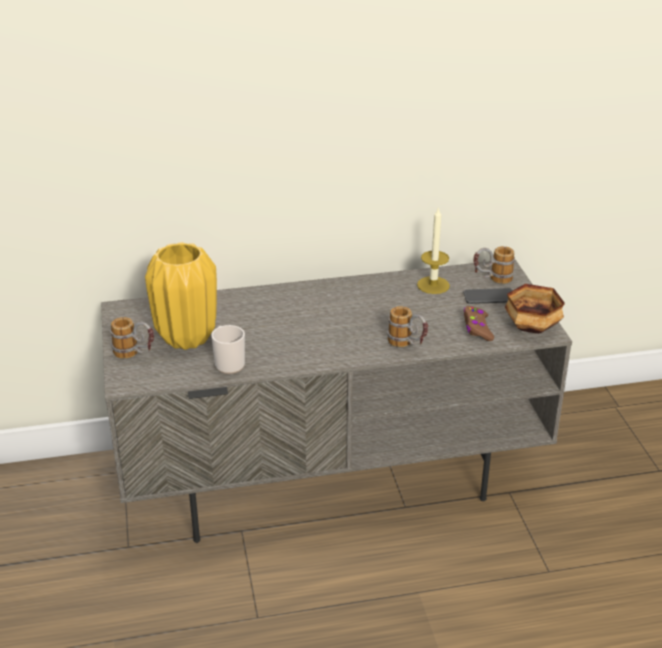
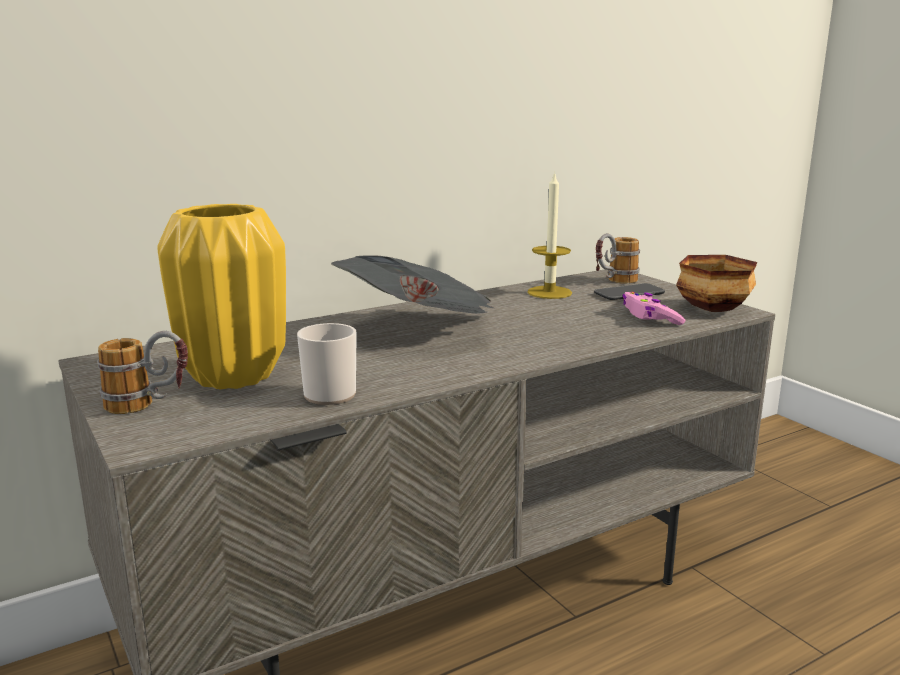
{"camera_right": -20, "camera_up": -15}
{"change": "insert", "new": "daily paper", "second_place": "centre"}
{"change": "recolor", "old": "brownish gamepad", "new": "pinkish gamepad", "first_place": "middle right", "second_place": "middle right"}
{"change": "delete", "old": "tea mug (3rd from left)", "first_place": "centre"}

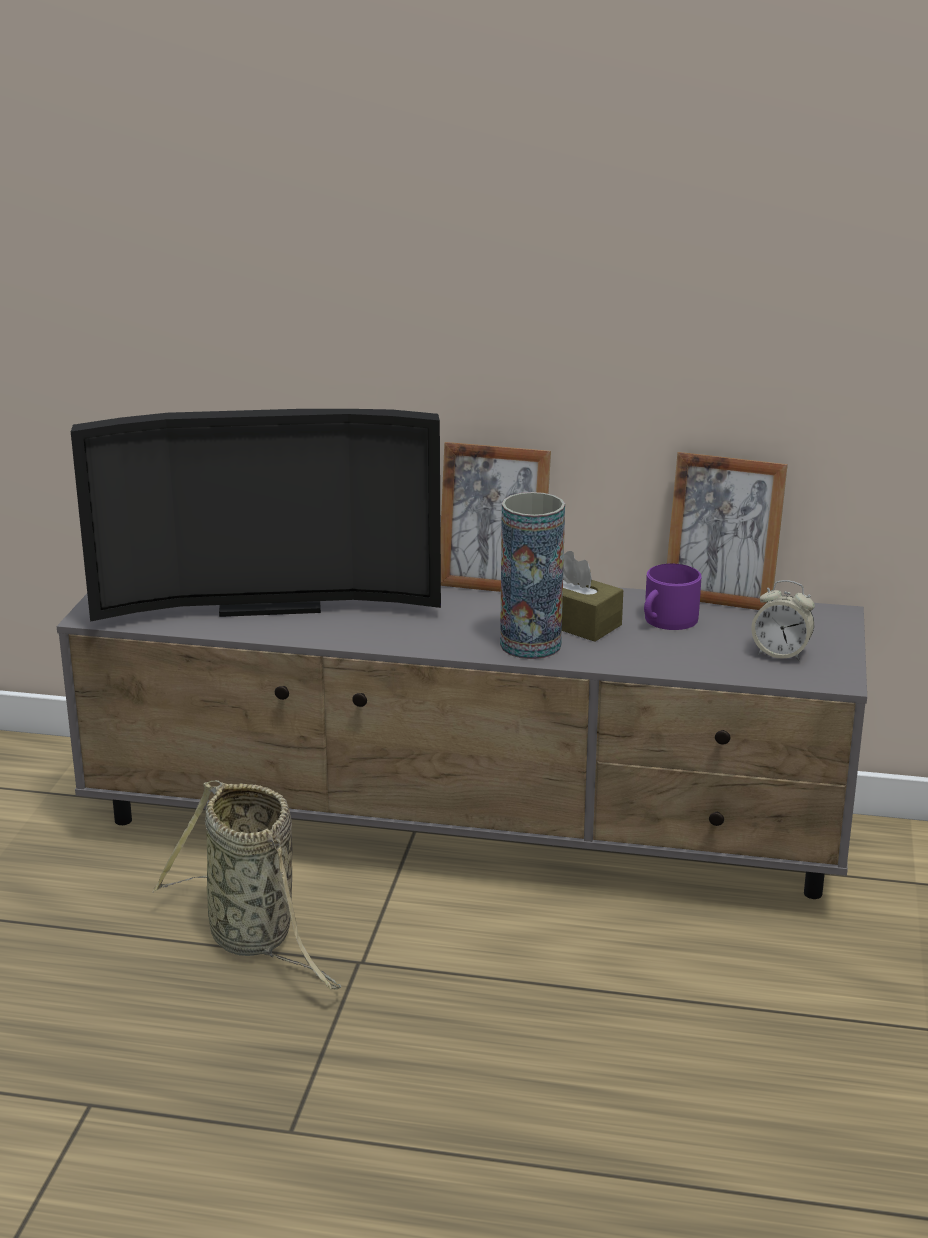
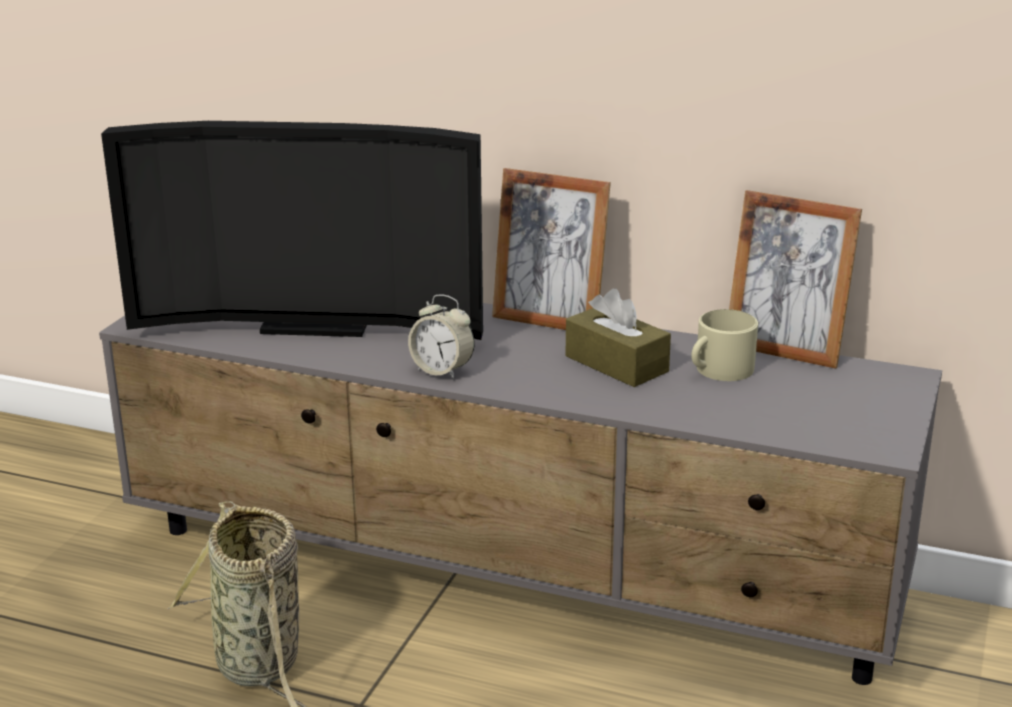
{"camera_right": 10, "camera_up": 0}
{"change": "move", "old": "alarm clock", "first_place": "middle right", "second_place": "centre"}
{"change": "recolor", "old": "purple tea mug", "new": "beige tea mug", "first_place": "middle right", "second_place": "middle right"}
{"change": "delete", "old": "vase", "first_place": "centre"}

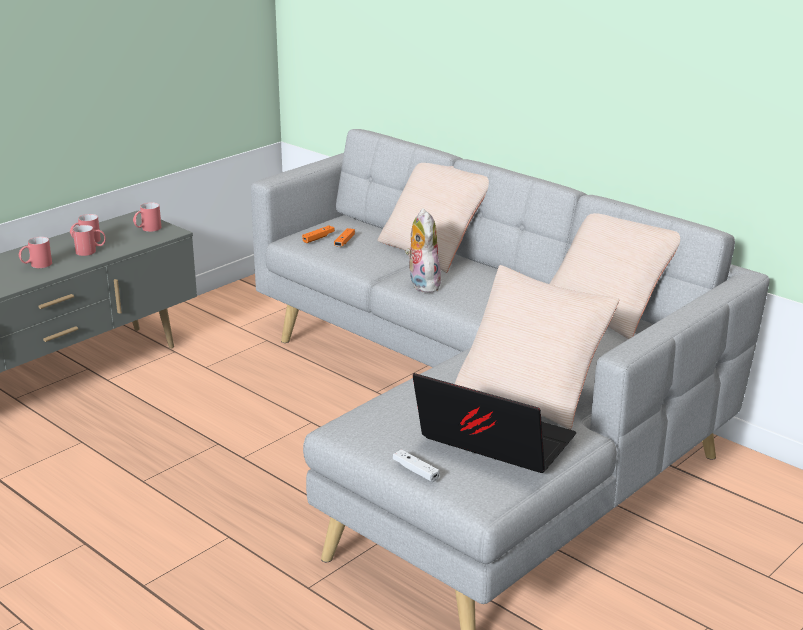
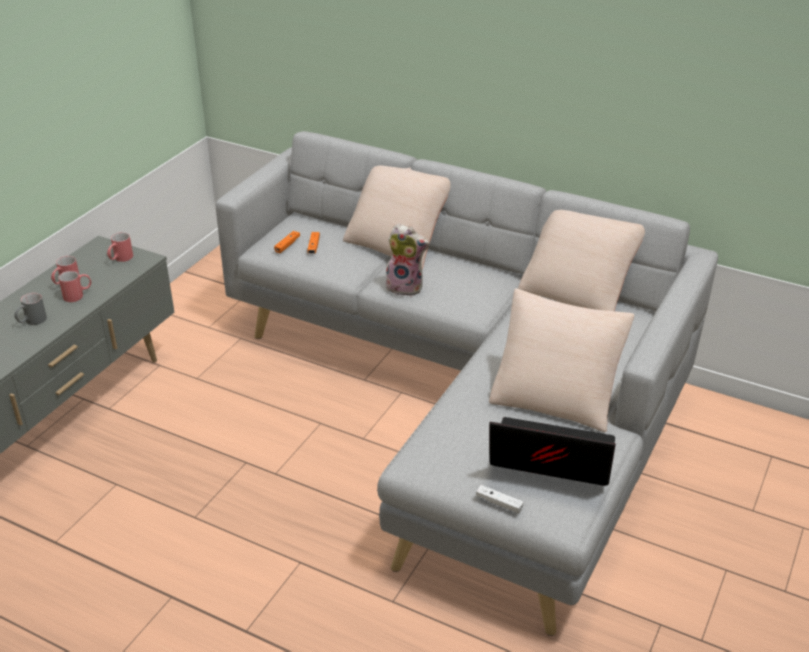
{"camera_right": -15, "camera_up": 10}
{"change": "recolor", "old": "red tea mug (1st from left)", "new": "greyish tea mug", "first_place": "middle left", "second_place": "middle left"}
{"change": "rotate", "old": "soft toy", "first_place": "centre", "second_place": "centre", "degrees": 135}

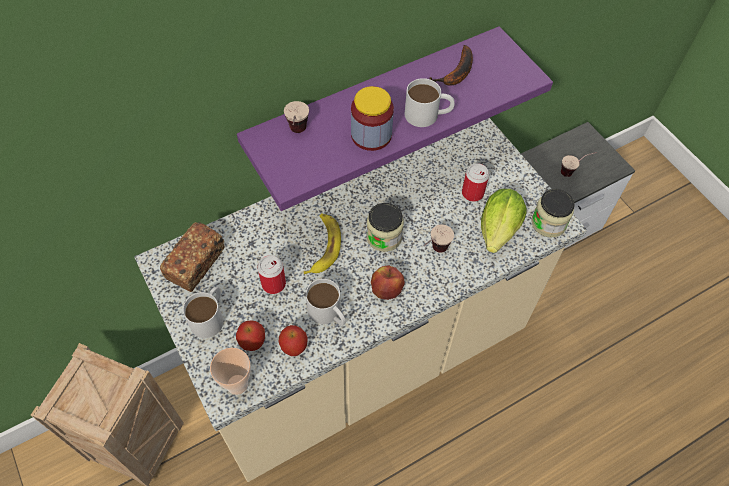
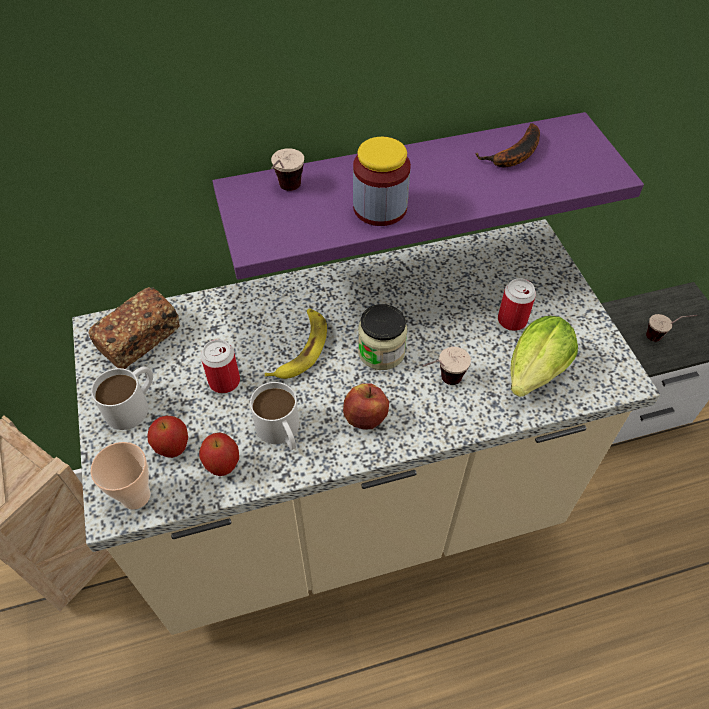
{"camera_right": 15, "camera_up": -5}
{"change": "delete", "old": "white-coloured tea mug (3rd from left)", "first_place": "top centre"}
{"change": "delete", "old": "jar (3rd from left)", "first_place": "middle right"}

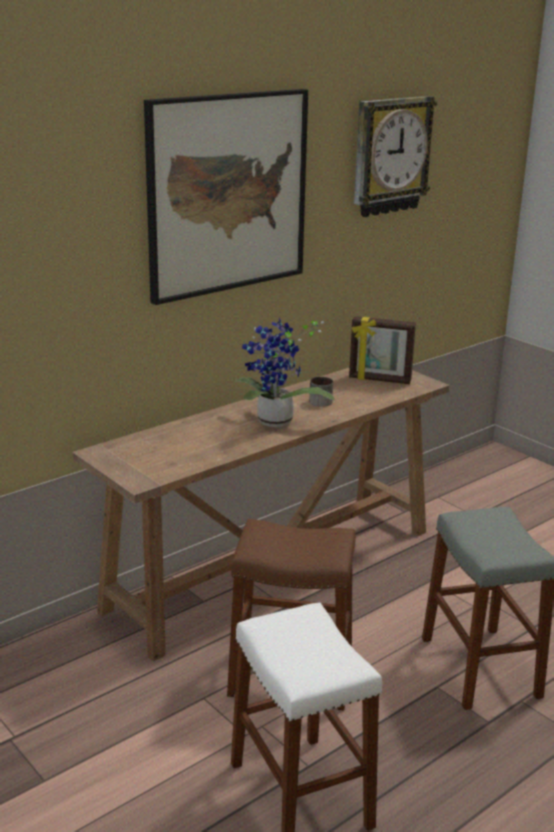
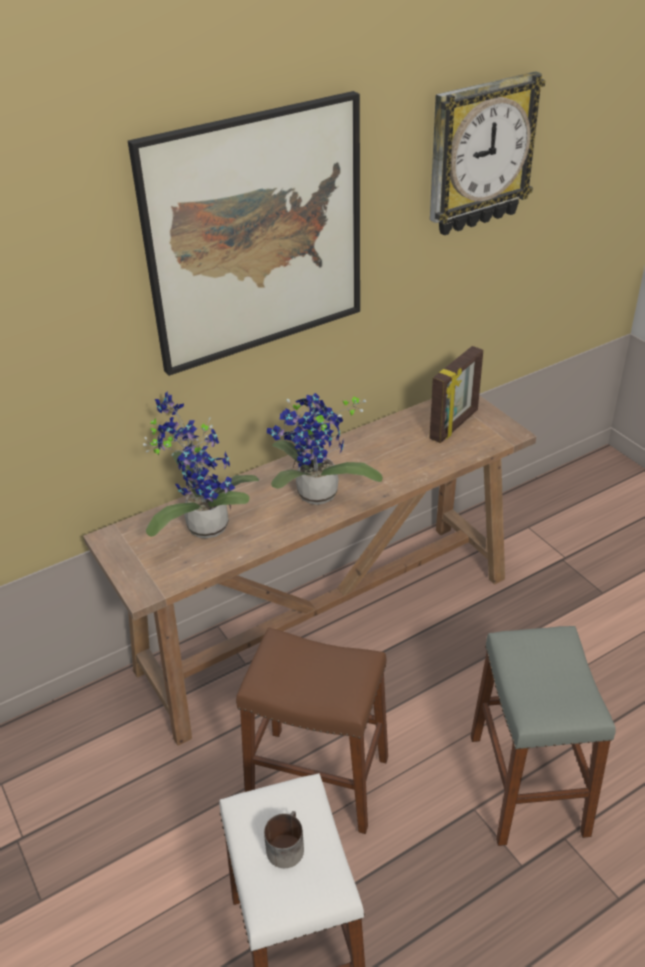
{"camera_right": 10, "camera_up": 15}
{"change": "insert", "new": "potted plant (1st from left)", "second_place": "middle left"}
{"change": "move", "old": "tea mug", "first_place": "centre", "second_place": "bottom centre"}
{"change": "rotate", "old": "standing frame", "first_place": "middle right", "second_place": "middle right", "degrees": -75}

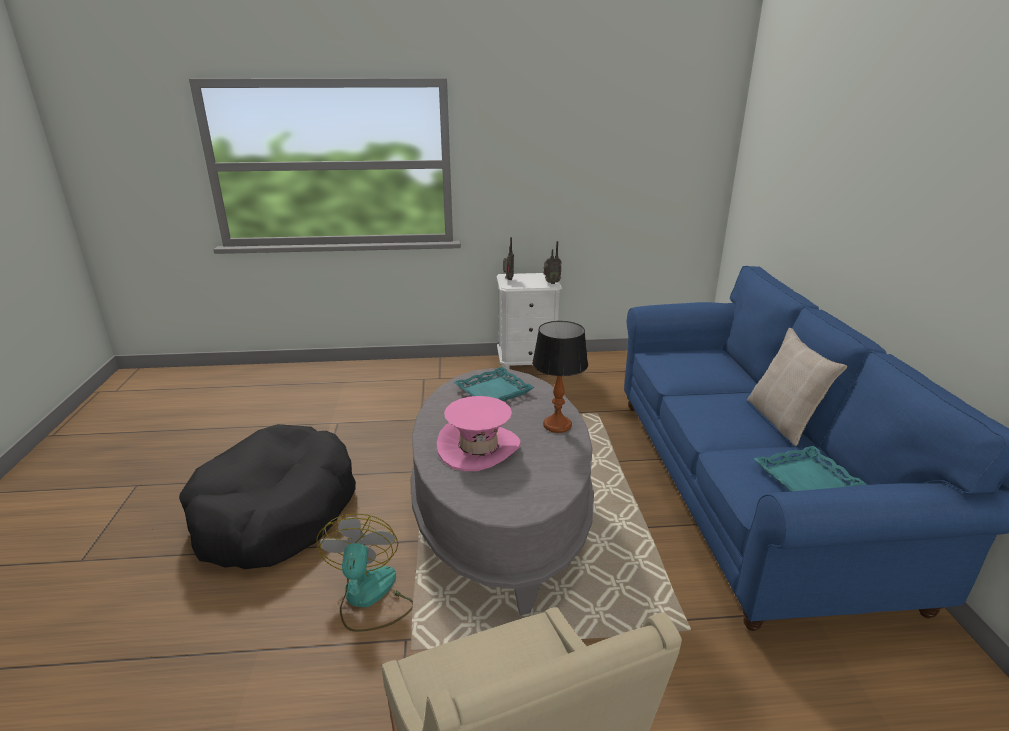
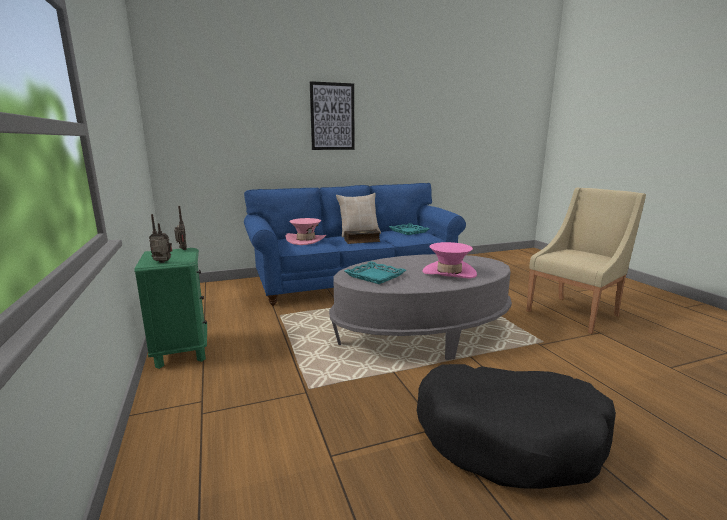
{"camera_right": -105, "camera_up": -10}
{"change": "recolor", "old": "white-coloured night table", "new": "green-coloured night table", "first_place": "centre", "second_place": "middle left"}
{"change": "insert", "new": "pinkish wearable hat (1st from left)", "second_place": "centre"}
{"change": "insert", "new": "wall picture", "second_place": "top centre"}
{"change": "insert", "new": "book", "second_place": "centre"}
{"change": "delete", "old": "fan", "first_place": "bottom centre"}
{"change": "delete", "old": "tabletop lamp", "first_place": "centre"}

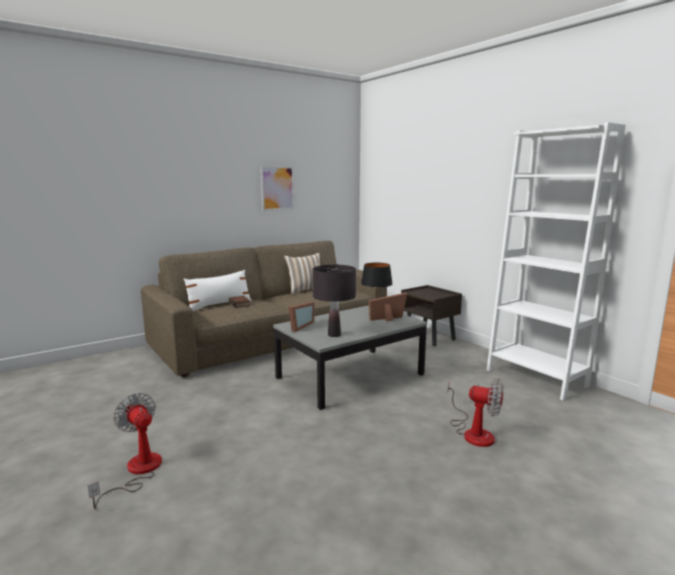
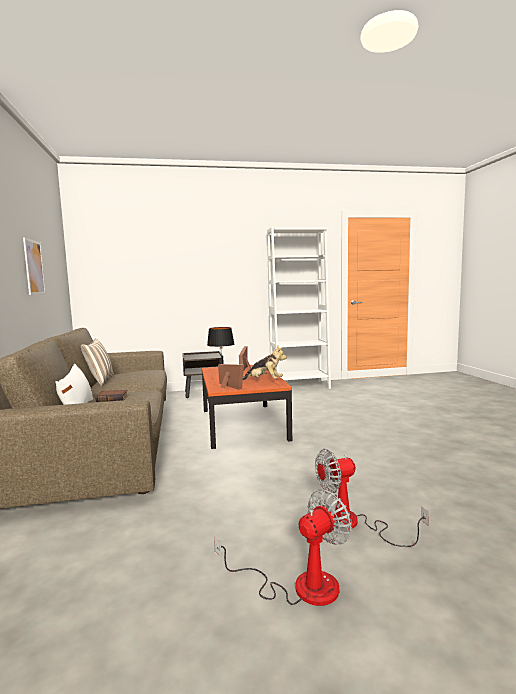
{"camera_right": -65, "camera_up": -5}
{"change": "recolor", "old": "greyish low table", "new": "brownish low table", "first_place": "centre", "second_place": "centre"}
{"change": "move", "old": "fan (2nd from left in the first image)", "new": "fan (1st from left)", "first_place": "bottom right", "second_place": "bottom centre"}
{"change": "replace", "old": "blackish tabletop lamp (1st from left)", "new": "soft toy", "first_place": "centre", "second_place": "centre"}

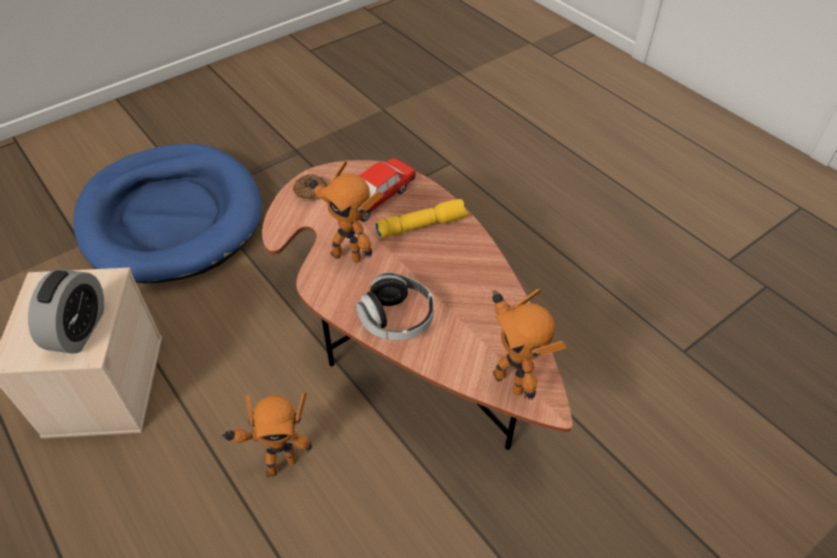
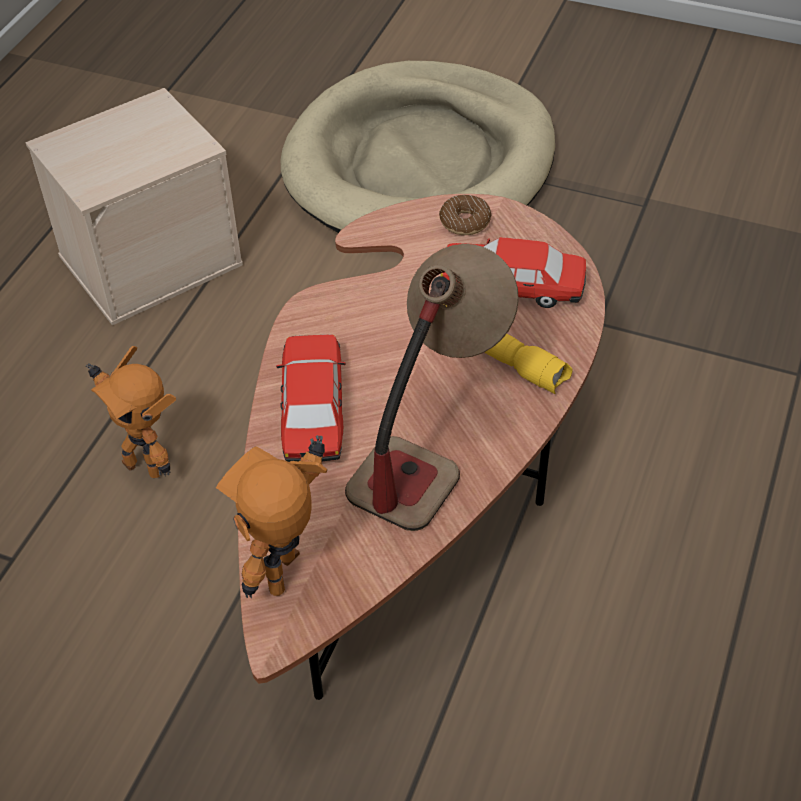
{"camera_right": 60, "camera_up": 0}
{"change": "replace", "old": "headphones", "new": "toy car (1st from left)", "first_place": "centre", "second_place": "centre"}
{"change": "recolor", "old": "blue-coloured dog bed", "new": "beige dog bed", "first_place": "middle left", "second_place": "top centre"}
{"change": "insert", "new": "tabletop lamp", "second_place": "centre"}
{"change": "delete", "old": "alarm clock", "first_place": "middle left"}
{"change": "delete", "old": "robot figure (2nd from left)", "first_place": "centre"}

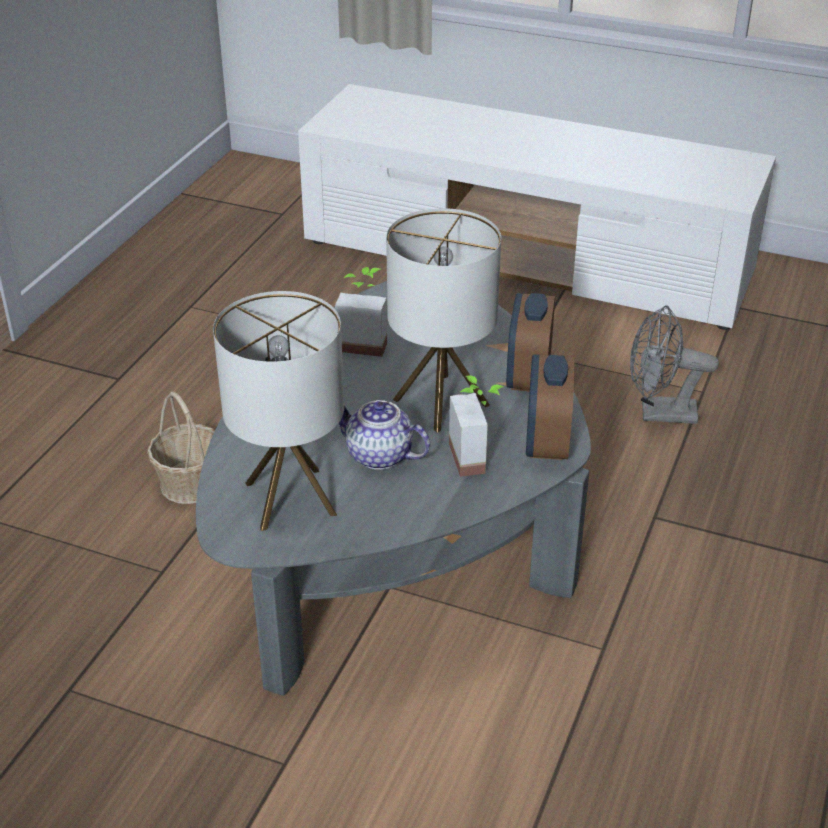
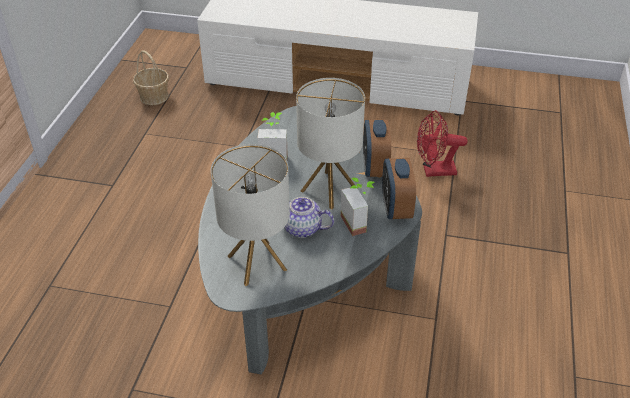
{"camera_right": -10, "camera_up": 5}
{"change": "move", "old": "storage basket", "first_place": "middle left", "second_place": "top left"}
{"change": "recolor", "old": "greyish fan", "new": "red fan", "first_place": "middle right", "second_place": "middle right"}

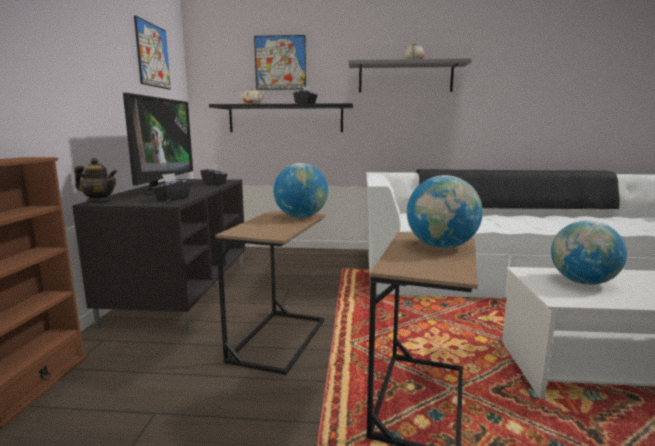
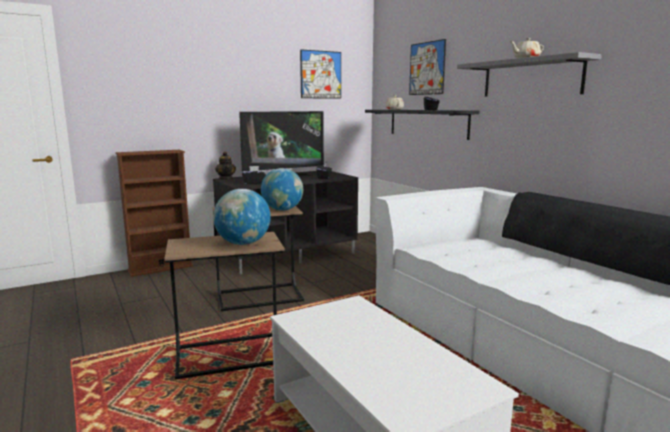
{"camera_right": 55, "camera_up": 0}
{"change": "delete", "old": "world globe (3rd from left)", "first_place": "middle right"}

